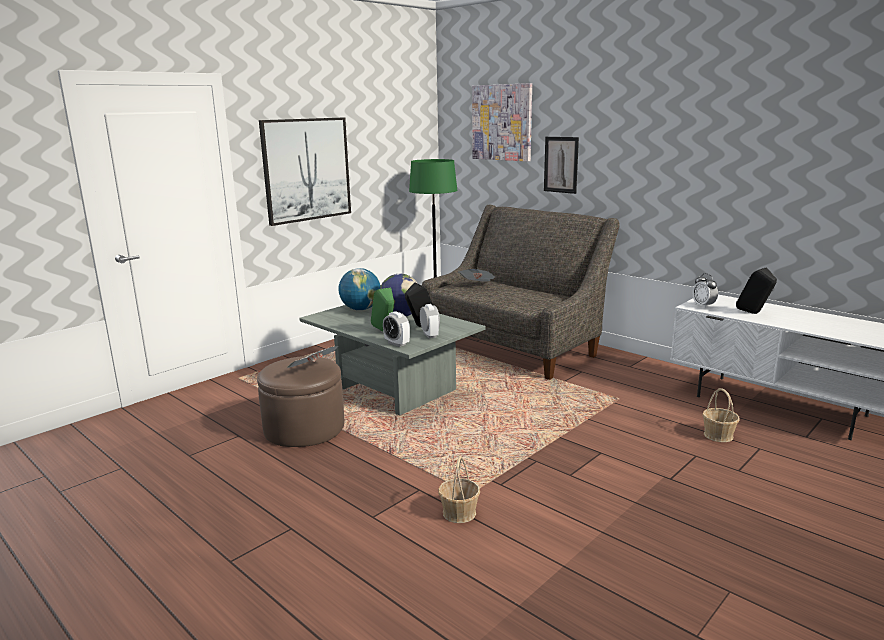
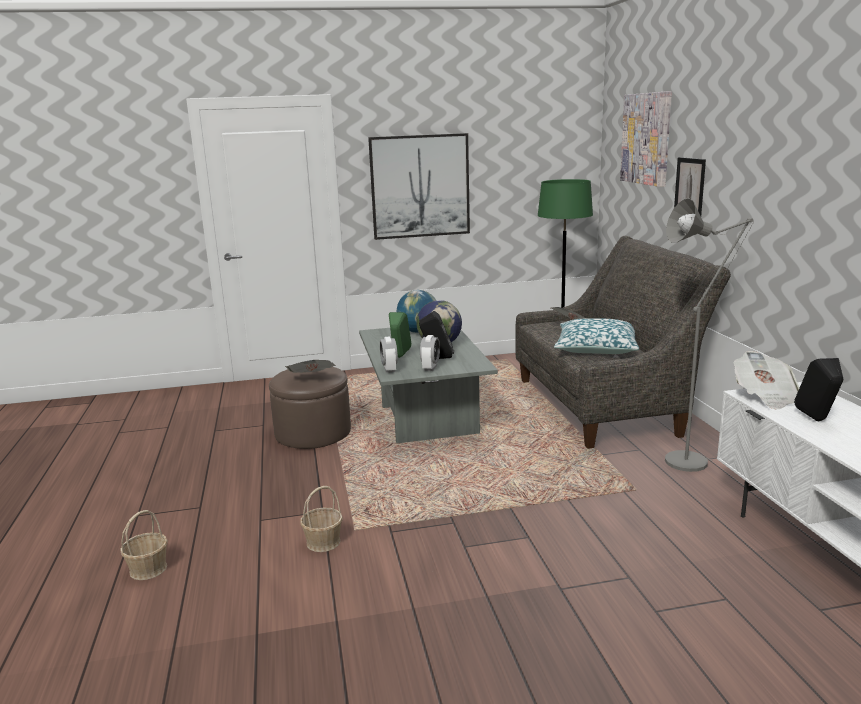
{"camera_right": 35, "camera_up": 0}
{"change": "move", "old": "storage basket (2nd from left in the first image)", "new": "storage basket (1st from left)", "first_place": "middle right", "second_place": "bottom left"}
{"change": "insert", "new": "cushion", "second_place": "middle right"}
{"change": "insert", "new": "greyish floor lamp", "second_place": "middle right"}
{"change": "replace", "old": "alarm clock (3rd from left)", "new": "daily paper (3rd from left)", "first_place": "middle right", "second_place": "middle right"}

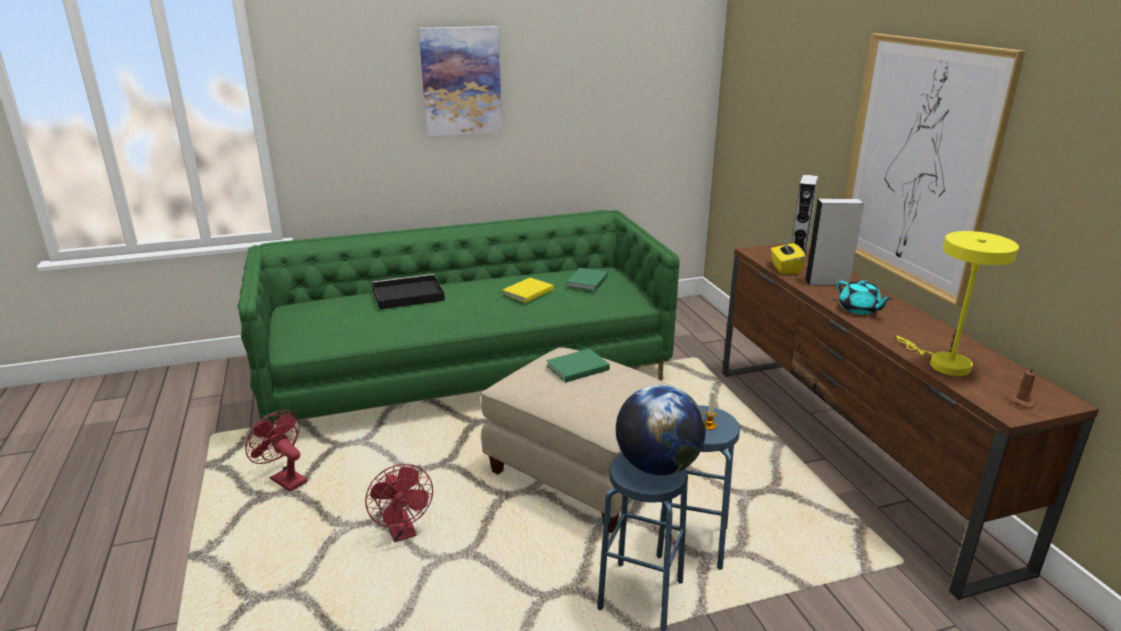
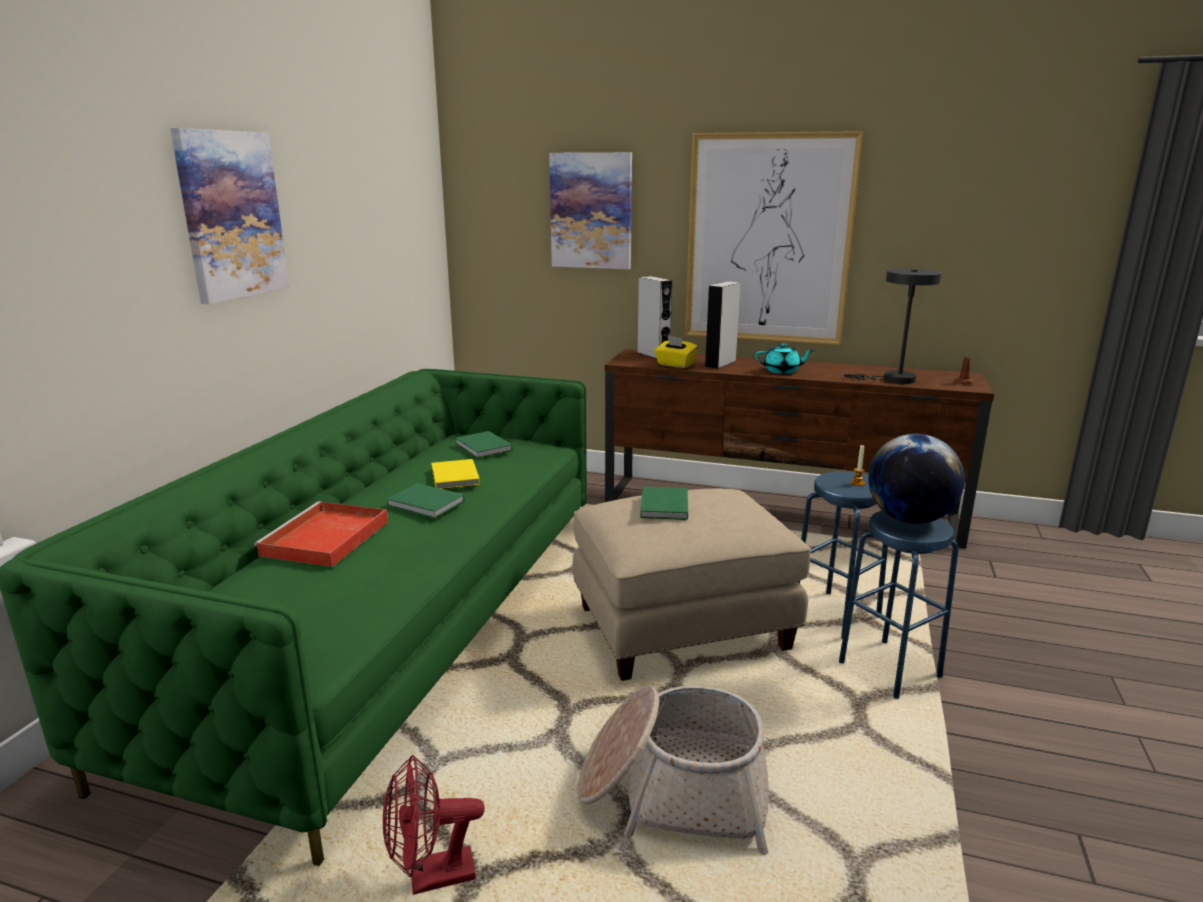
{"camera_right": -55, "camera_up": -5}
{"change": "recolor", "old": "blackish carrying tray", "new": "red carrying tray", "first_place": "centre", "second_place": "middle left"}
{"change": "insert", "new": "green-coloured book (1st from left)", "second_place": "centre"}
{"change": "insert", "new": "wall picture (2nd from left)", "second_place": "top centre"}
{"change": "replace", "old": "red fan (2nd from left)", "new": "storage basket", "first_place": "bottom centre", "second_place": "bottom centre"}
{"change": "recolor", "old": "yellowish tabletop lamp", "new": "greyish tabletop lamp", "first_place": "middle right", "second_place": "middle right"}

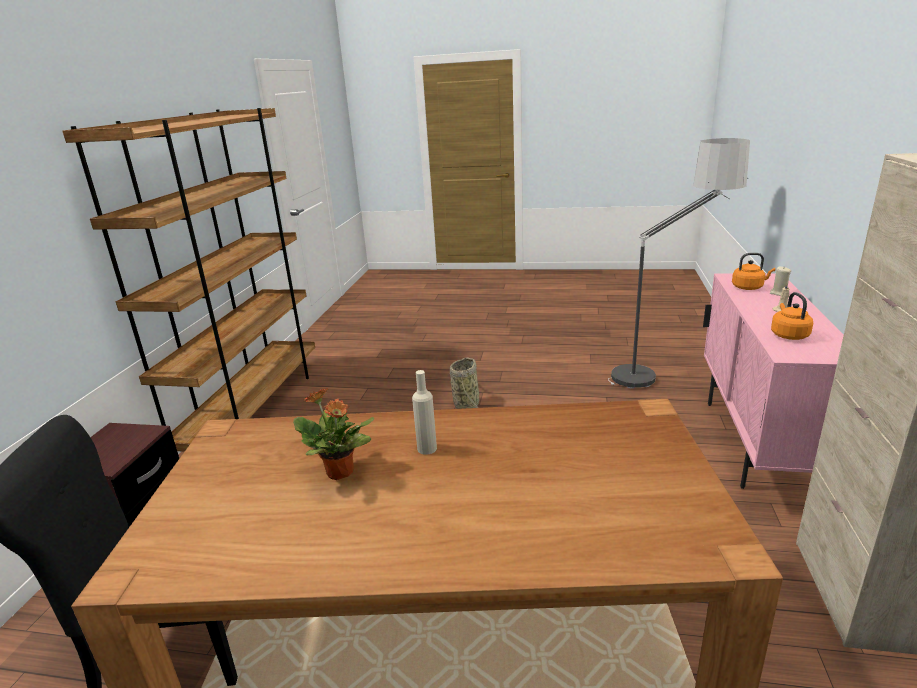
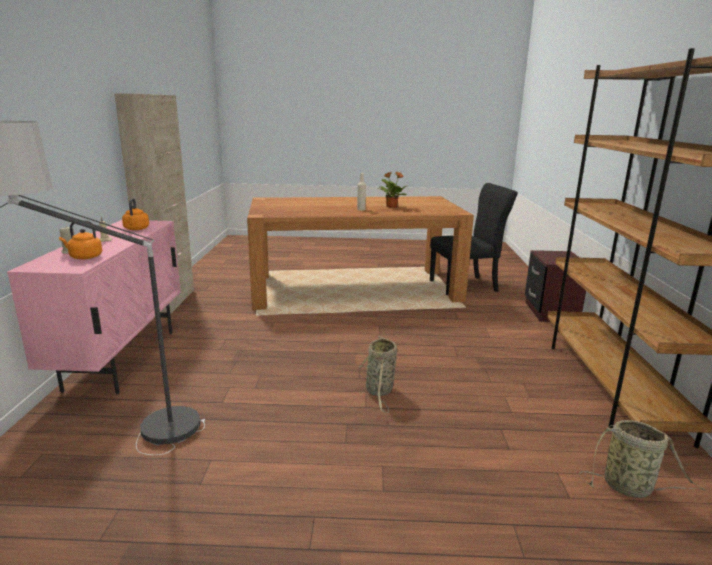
{"camera_right": 170, "camera_up": -5}
{"change": "insert", "new": "storage basket (2nd from left)", "second_place": "bottom right"}

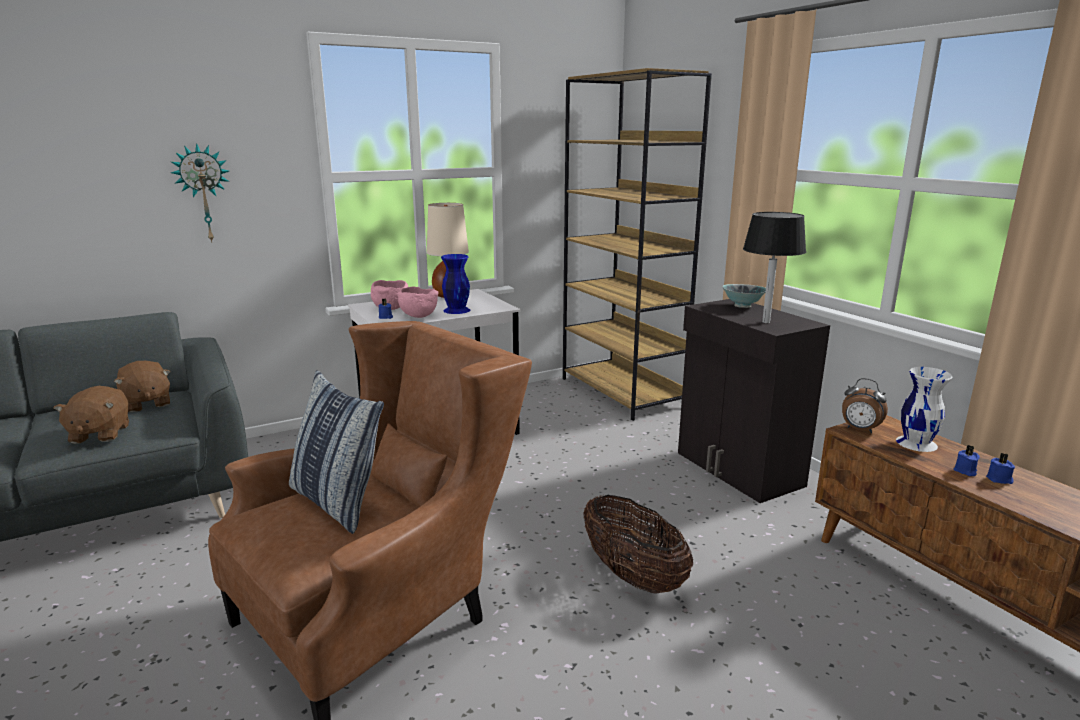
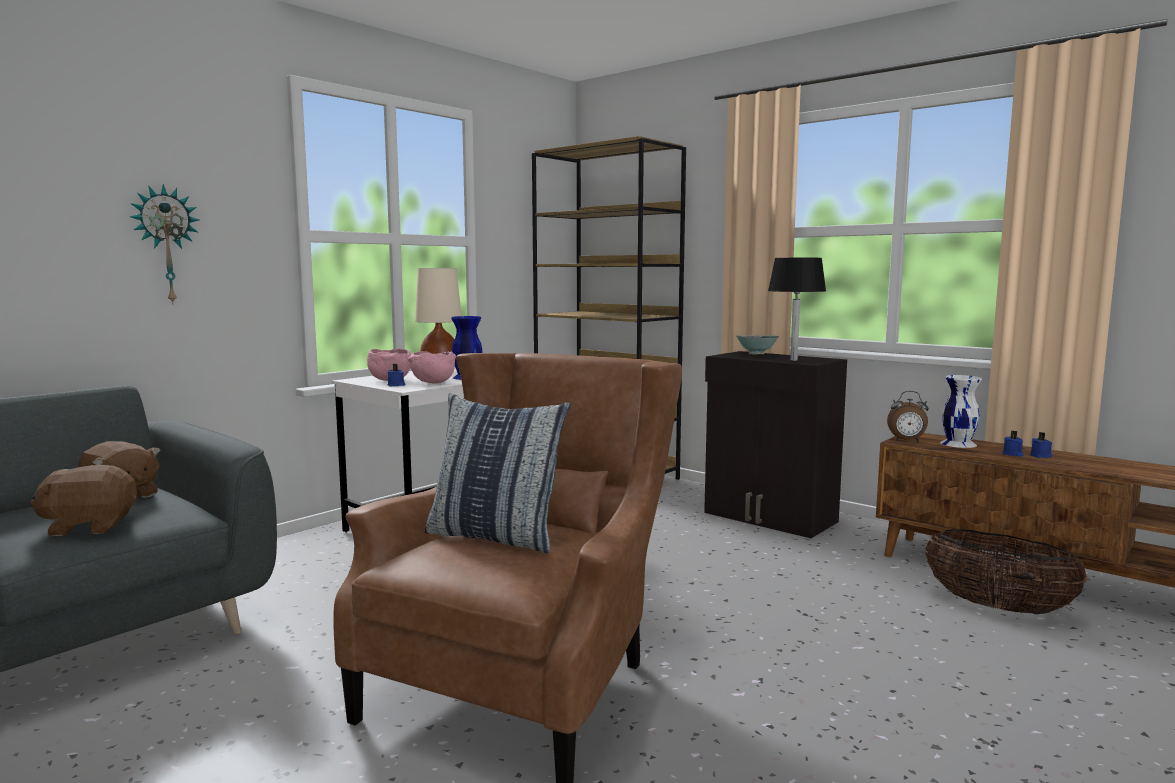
{"camera_right": -20, "camera_up": -10}
{"change": "rotate", "old": "brownish soft toy (1st from left)", "first_place": "middle left", "second_place": "middle left", "degrees": 105}
{"change": "move", "old": "storage basket", "first_place": "bottom centre", "second_place": "bottom right"}

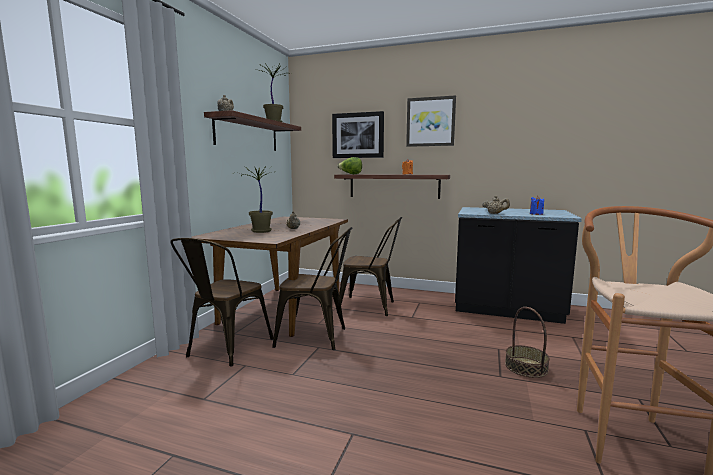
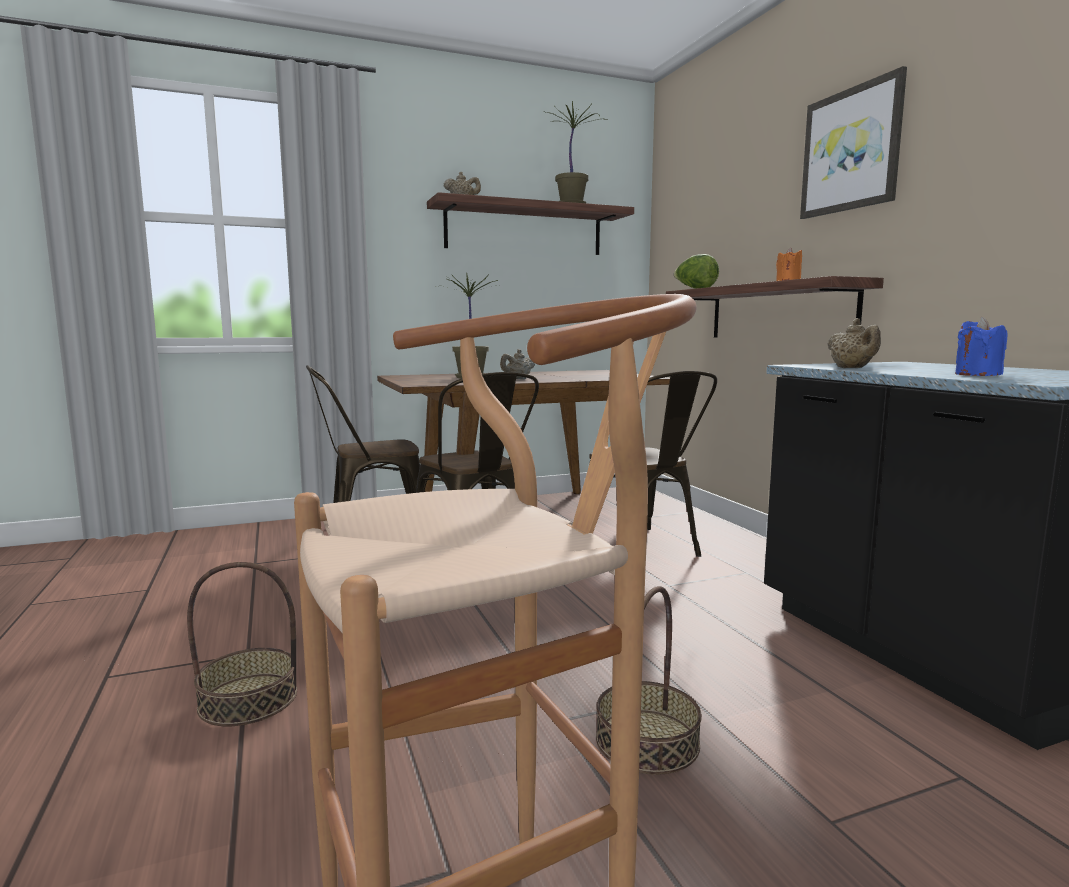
{"camera_right": 50, "camera_up": 0}
{"change": "insert", "new": "storage basket (1st from left)", "second_place": "bottom left"}
{"change": "delete", "old": "wall picture (1st from left)", "first_place": "top centre"}

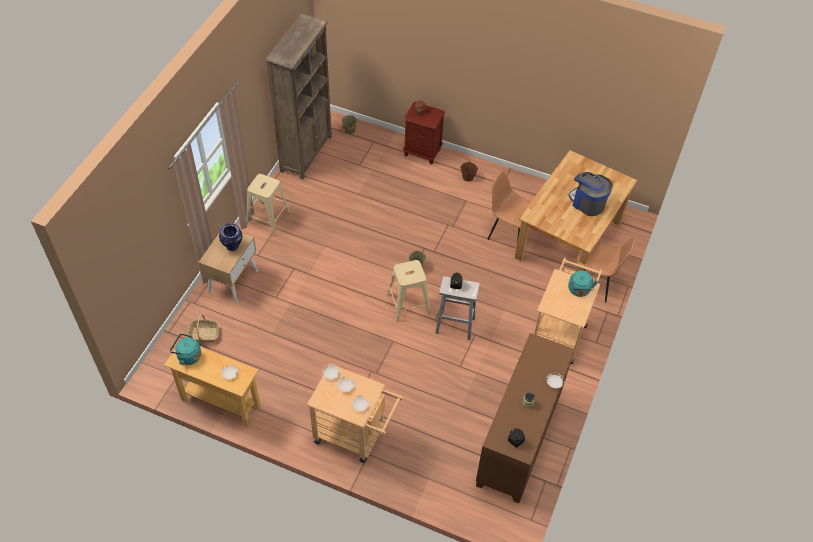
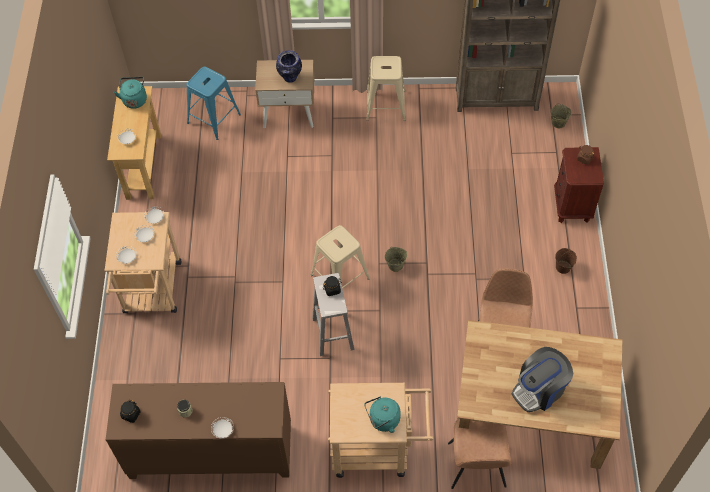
{"camera_right": 70, "camera_up": 5}
{"change": "replace", "old": "storage basket", "new": "blue-coloured sitting stool", "first_place": "middle left", "second_place": "top left"}
{"change": "rotate", "old": "coffee maker", "first_place": "middle right", "second_place": "bottom right", "degrees": -150}

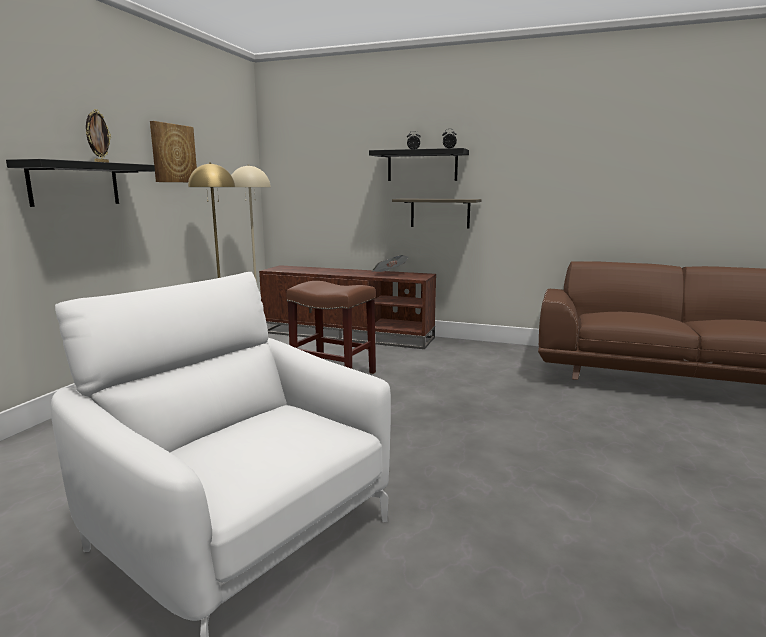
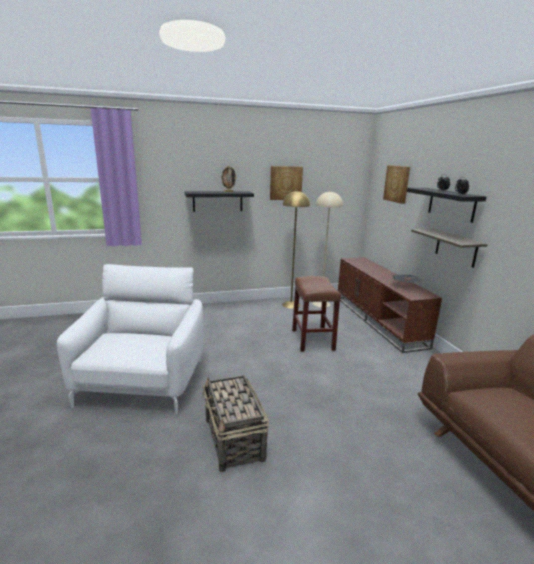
{"camera_right": 55, "camera_up": 5}
{"change": "insert", "new": "storage basket", "second_place": "bottom centre"}
{"change": "insert", "new": "wall picture (2nd from left)", "second_place": "top right"}

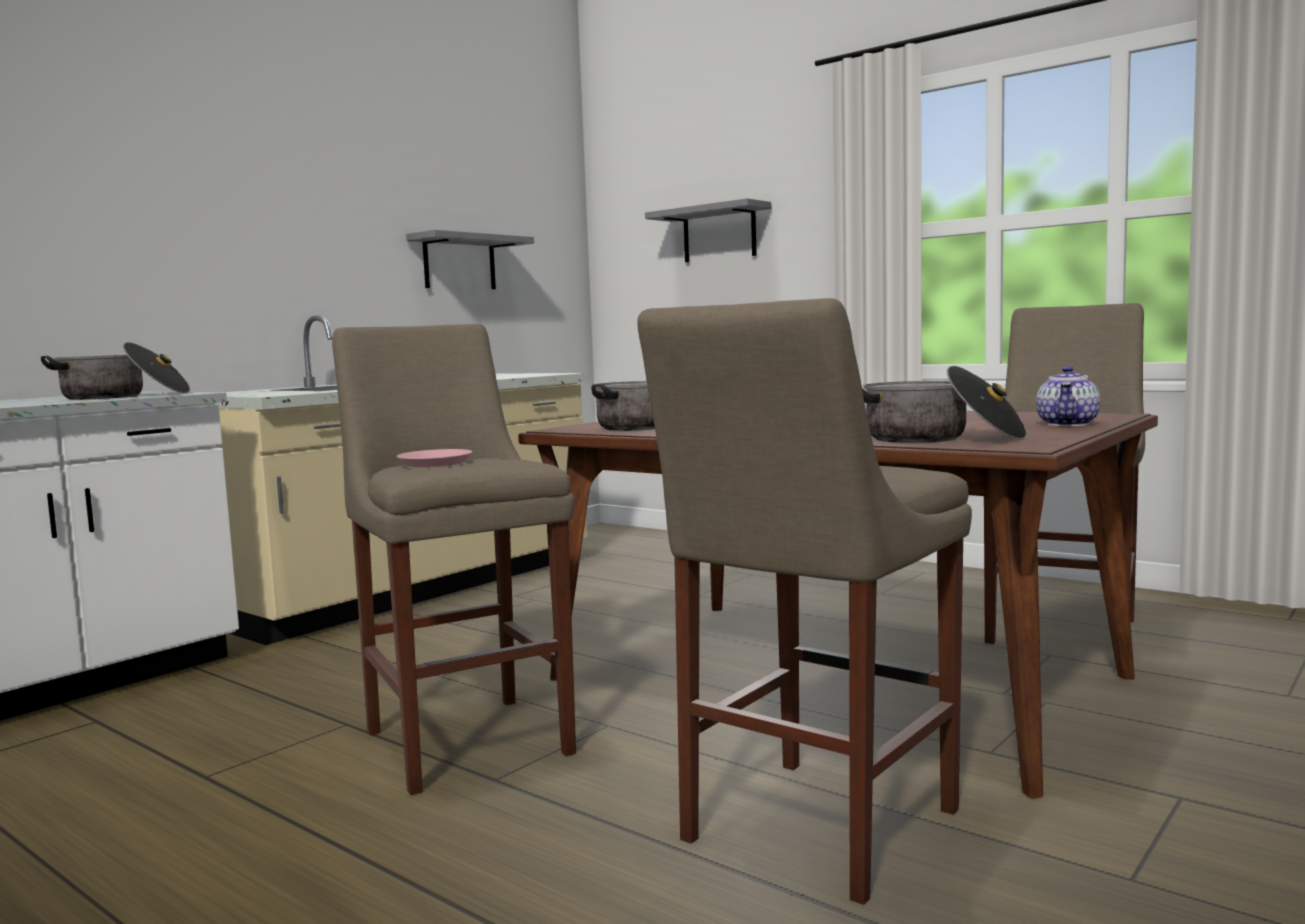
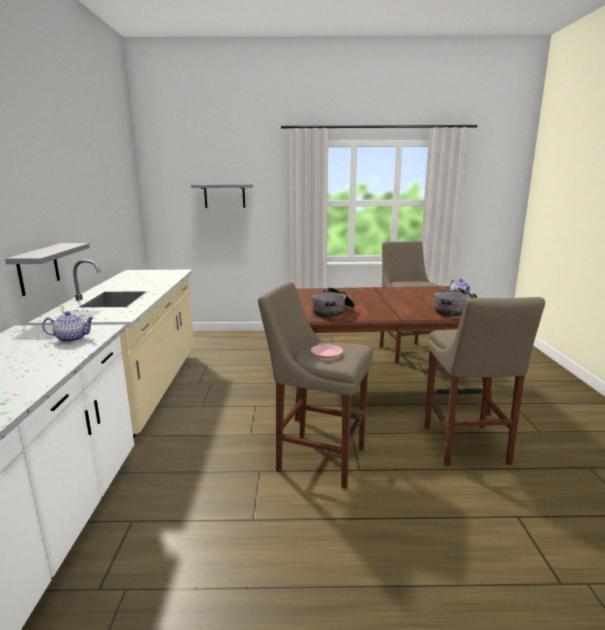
{"camera_right": -40, "camera_up": 10}
{"change": "move", "old": "greyish bracket shelf (1st from left)", "first_place": "top centre", "second_place": "middle left"}
{"change": "replace", "old": "stockpot (1st from left)", "new": "teapot (1st from left)", "first_place": "middle left", "second_place": "middle left"}

